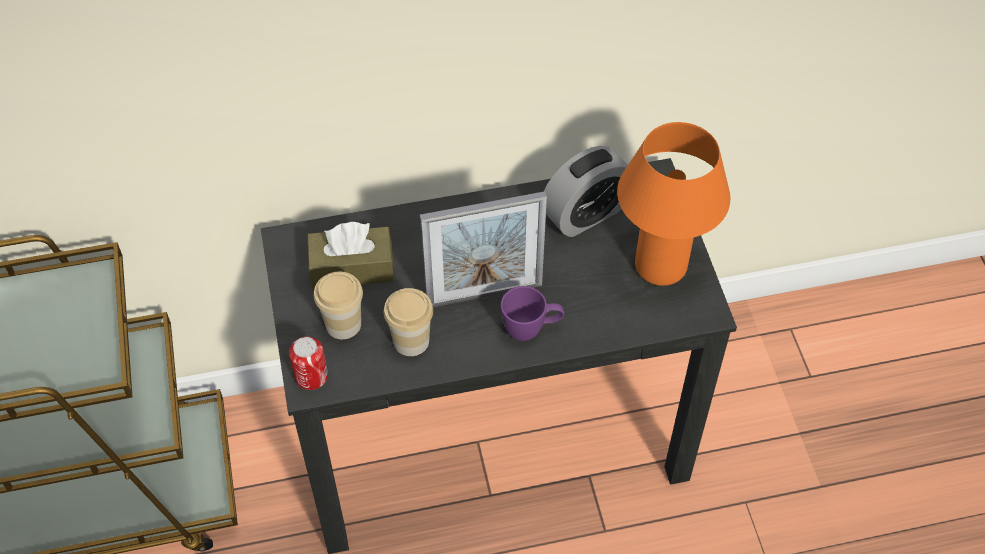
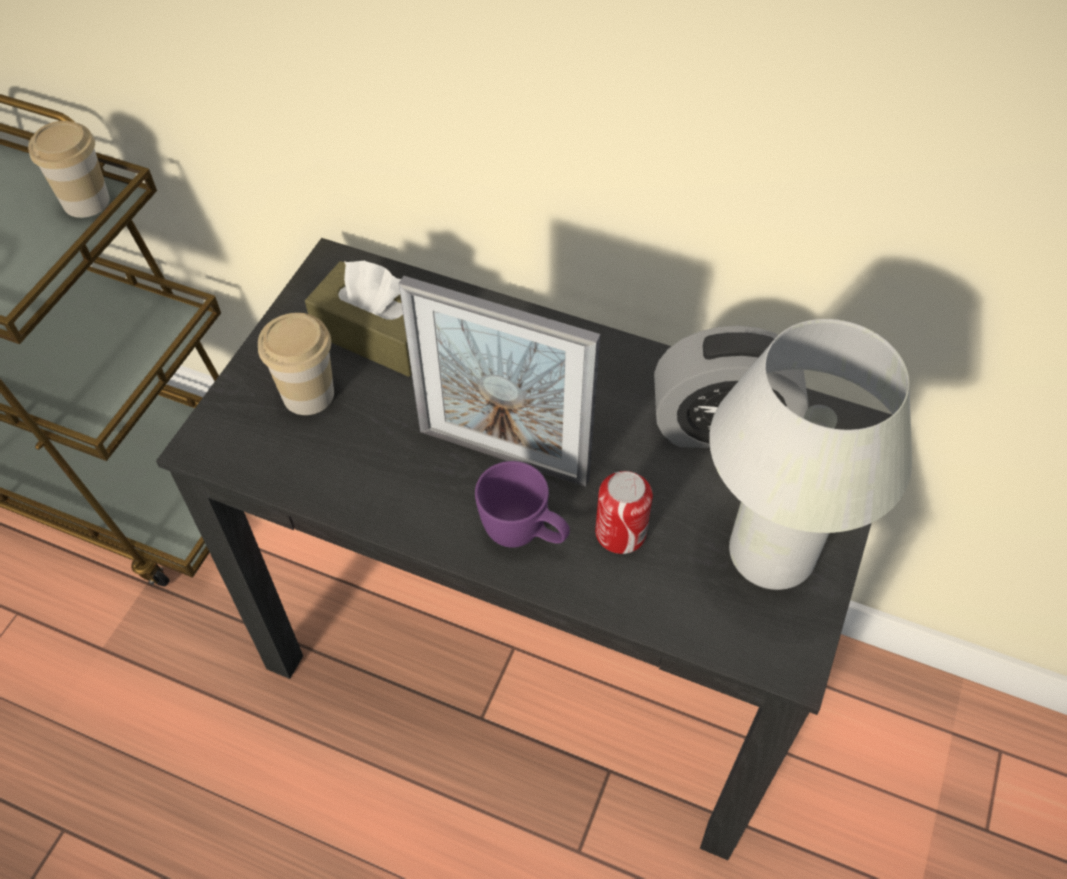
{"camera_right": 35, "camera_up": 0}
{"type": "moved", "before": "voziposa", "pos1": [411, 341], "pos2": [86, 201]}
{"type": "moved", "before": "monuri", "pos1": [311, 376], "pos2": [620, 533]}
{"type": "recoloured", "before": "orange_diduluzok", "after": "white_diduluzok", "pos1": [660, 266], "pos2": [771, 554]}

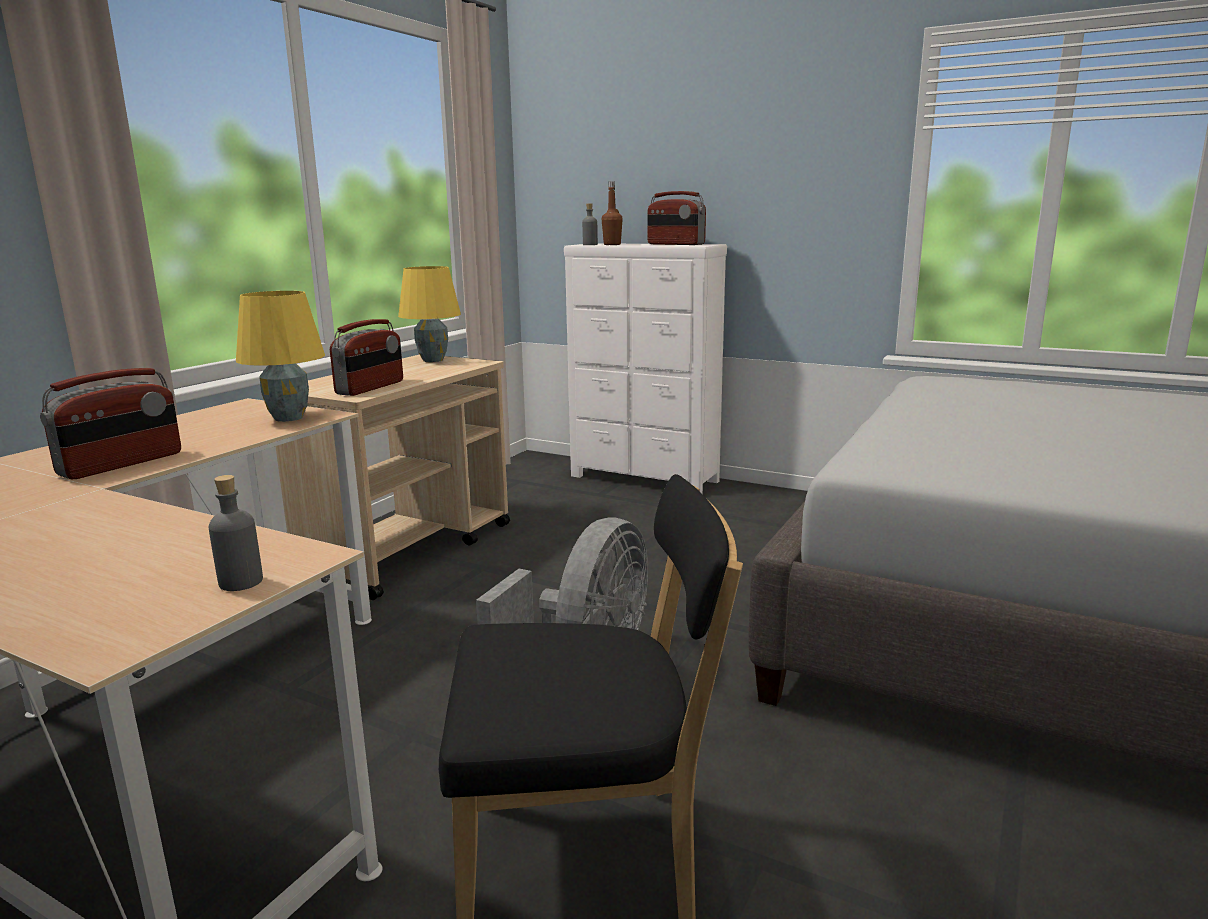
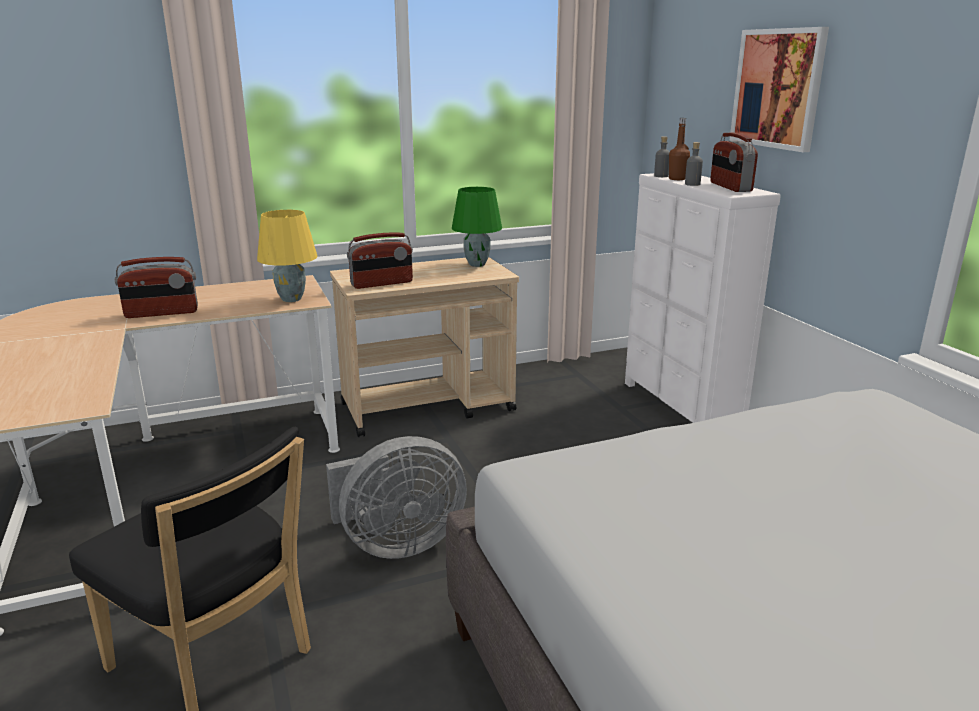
{"camera_right": 40, "camera_up": 5}
{"type": "recoloured", "before": "yellow_diduluzok", "after": "green_diduluzok", "pos1": [432, 360], "pos2": [476, 264]}
{"type": "moved", "before": "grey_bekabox", "pos1": [241, 582], "pos2": [692, 184]}
{"type": "added", "after": "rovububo", "pos2": [778, 88]}

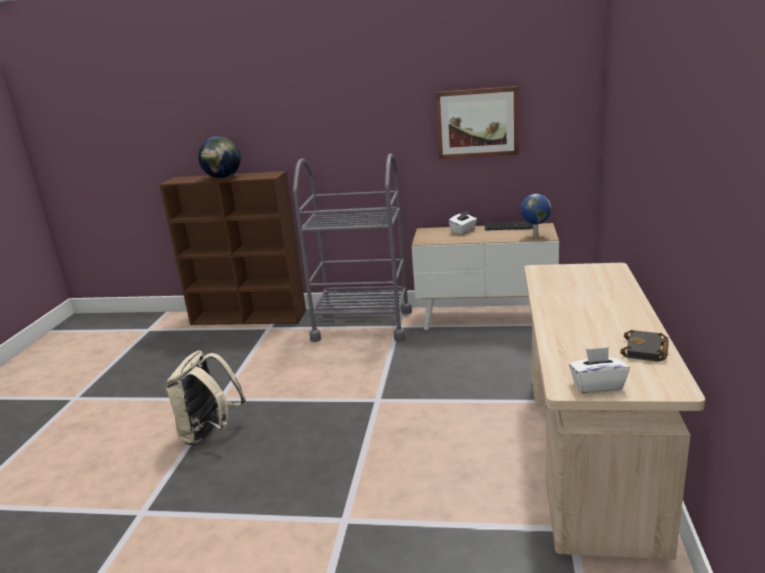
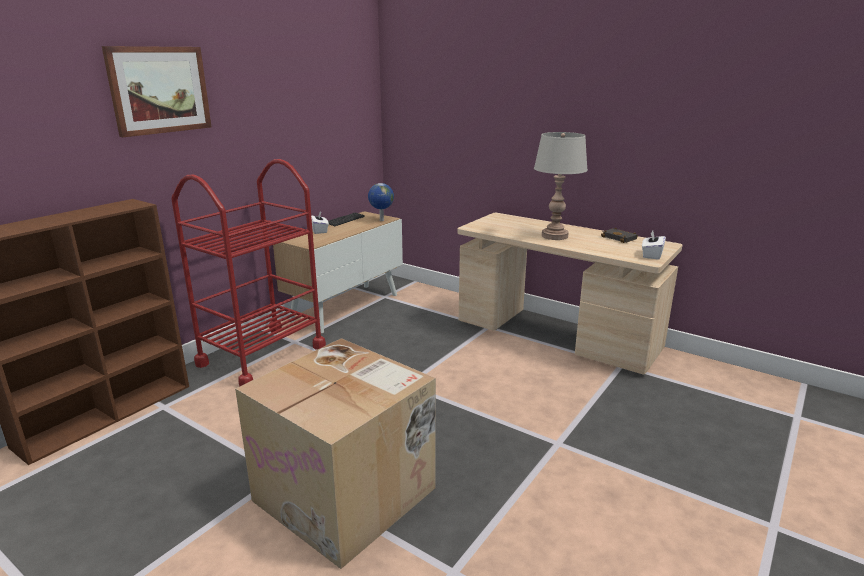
{"camera_right": -65, "camera_up": 0}
{"type": "moved", "before": "rovububo", "pos1": [477, 123], "pos2": [159, 90]}
{"type": "recoloured", "before": "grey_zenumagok", "after": "red_zenumagok", "pos1": [362, 325], "pos2": [262, 355]}
{"type": "replaced", "before": "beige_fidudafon", "after": "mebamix", "pos1": [210, 433], "pos2": [348, 494]}
{"type": "added", "after": "grey_diduluzok", "pos2": [554, 236]}
{"type": "removed", "before": "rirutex", "pos1": [223, 177]}

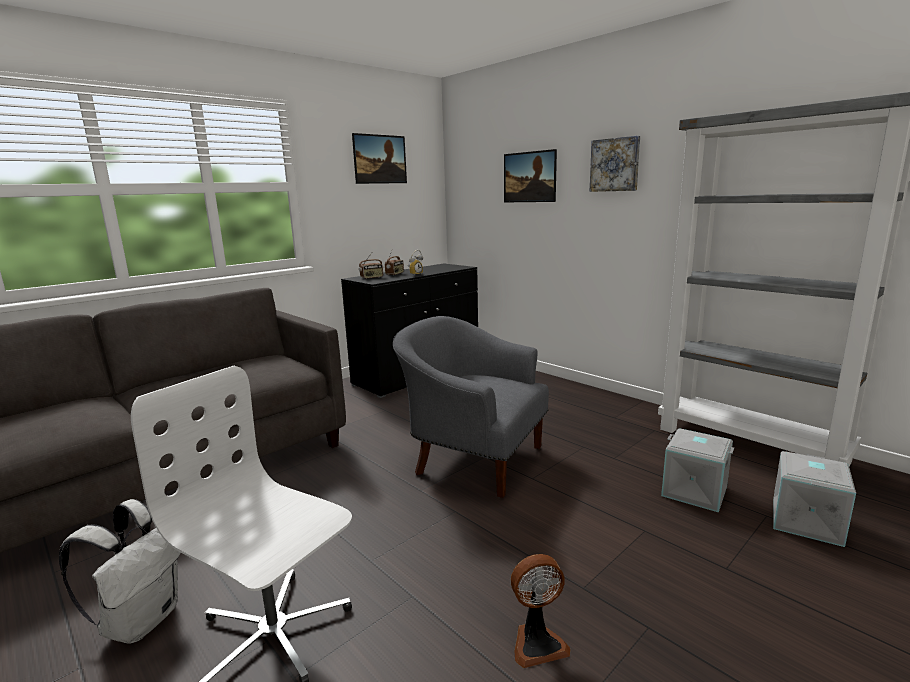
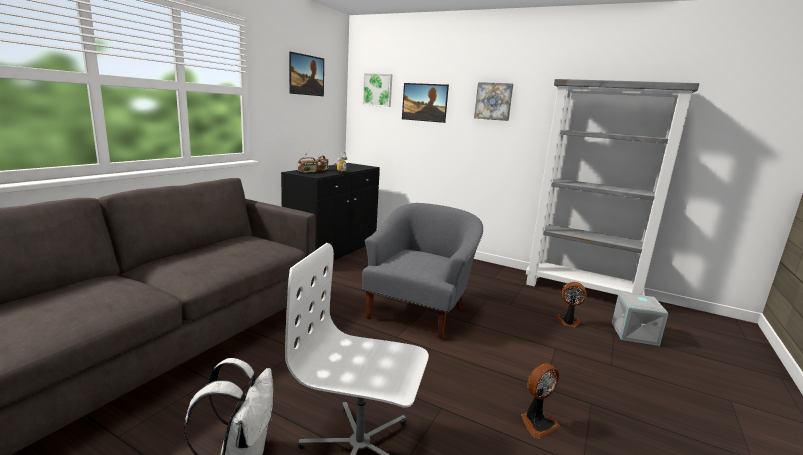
{"camera_right": -20, "camera_up": 0}
{"type": "turned", "before": "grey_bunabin", "pos1": [474, 459], "pos2": [419, 311], "turn": 105}
{"type": "added", "after": "rovububo", "pos2": [378, 90]}
{"type": "replaced", "before": "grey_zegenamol", "after": "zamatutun", "pos1": [693, 491], "pos2": [568, 322]}

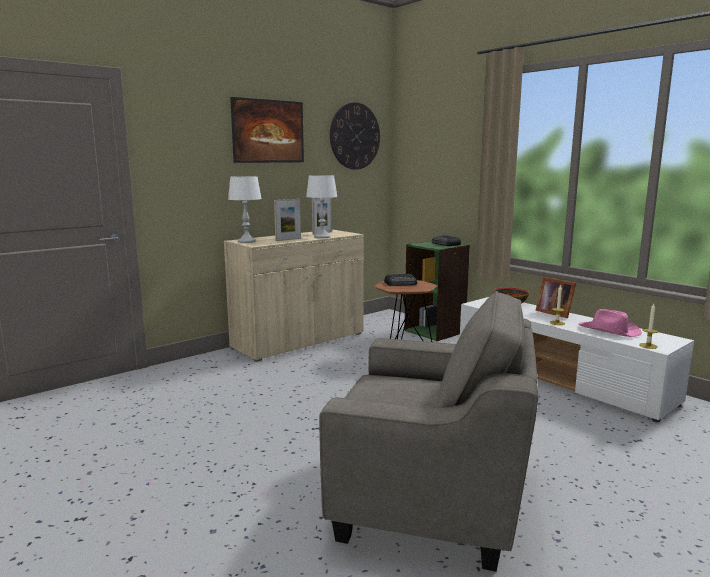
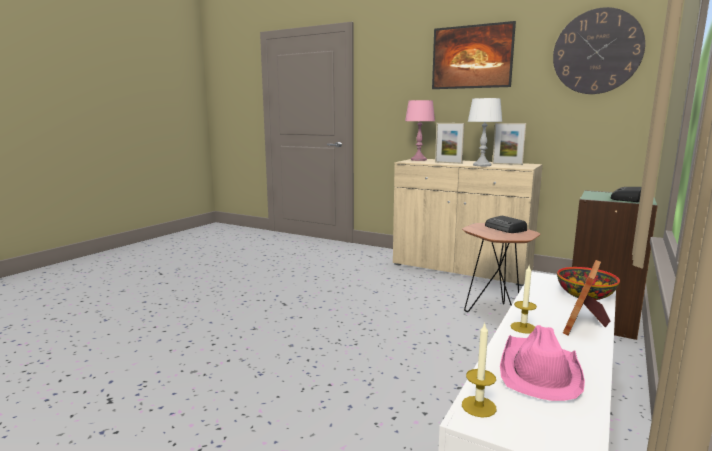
{"camera_right": 70, "camera_up": 0}
{"type": "recoloured", "before": "white_diduluzok", "after": "pink_diduluzok", "pos1": [247, 241], "pos2": [418, 160]}
{"type": "removed", "before": "grey_bunabin", "pos1": [430, 497]}

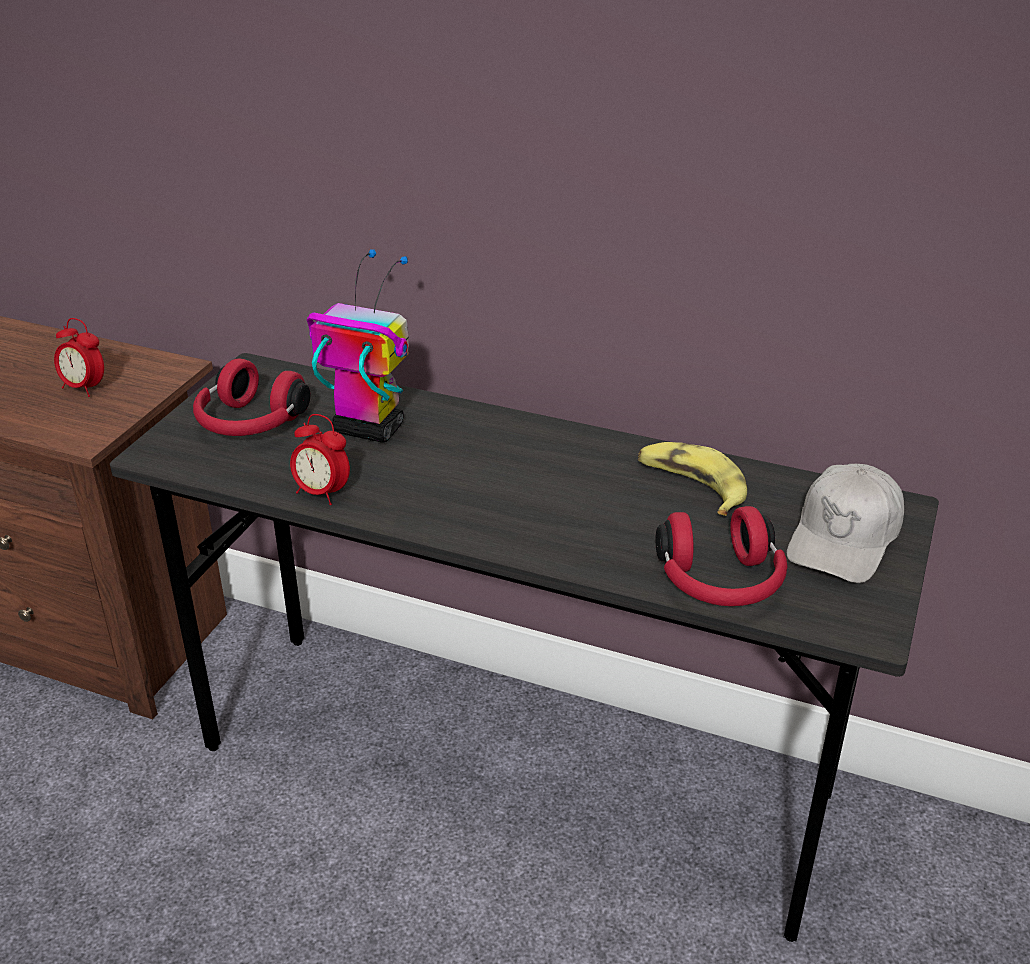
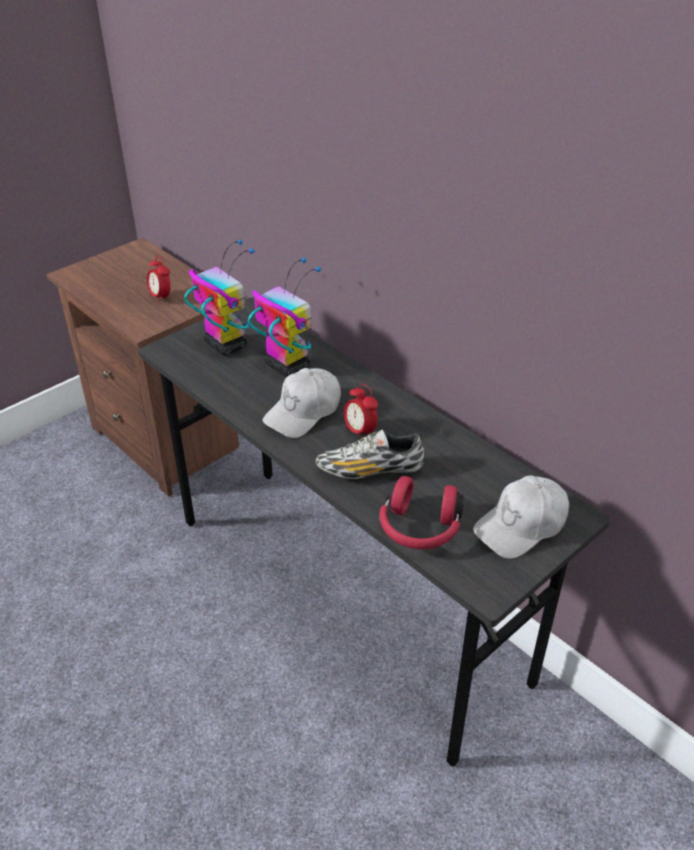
{"camera_right": 25, "camera_up": 5}
{"type": "replaced", "before": "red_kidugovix", "after": "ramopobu", "pos1": [249, 424], "pos2": [225, 345]}
{"type": "added", "after": "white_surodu", "pos2": [304, 412]}
{"type": "added", "after": "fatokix", "pos2": [369, 470]}
{"type": "moved", "before": "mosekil", "pos1": [322, 493], "pos2": [360, 432]}
{"type": "removed", "before": "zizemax", "pos1": [691, 487]}

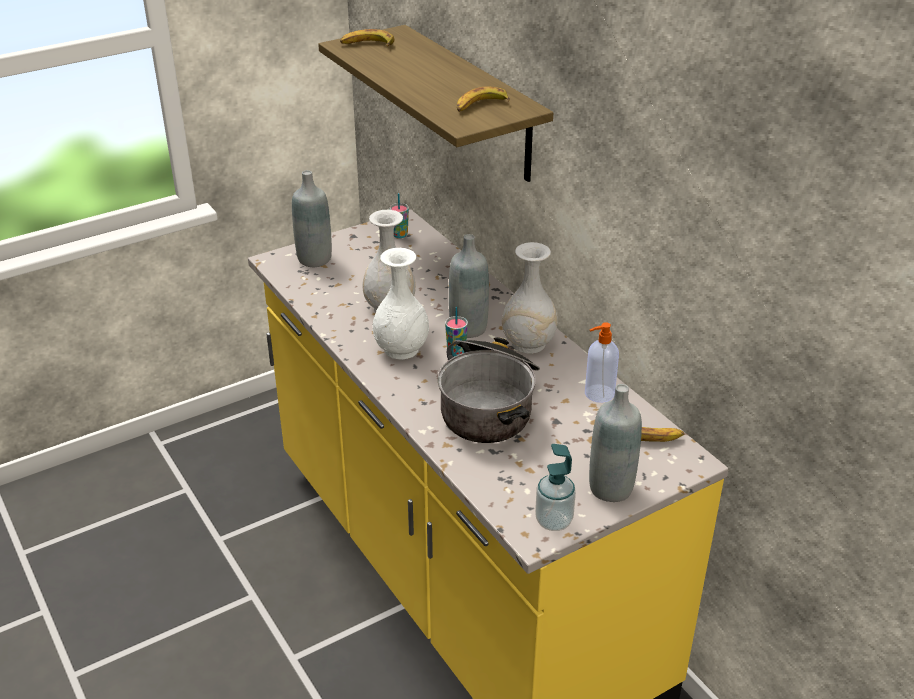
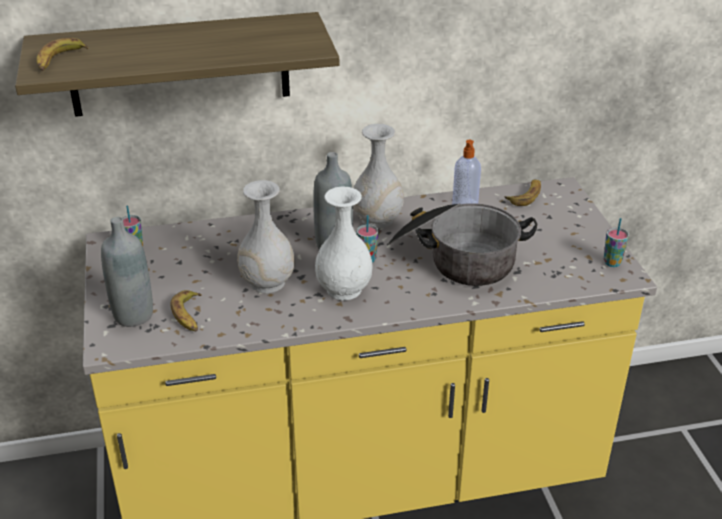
{"camera_right": -70, "camera_up": 0}
{"type": "moved", "before": "zizemax", "pos1": [480, 106], "pos2": [189, 316]}
{"type": "replaced", "before": "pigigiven", "after": "voziposa", "pos1": [553, 521], "pos2": [612, 263]}
{"type": "removed", "before": "grey_bekabox", "pos1": [610, 488]}

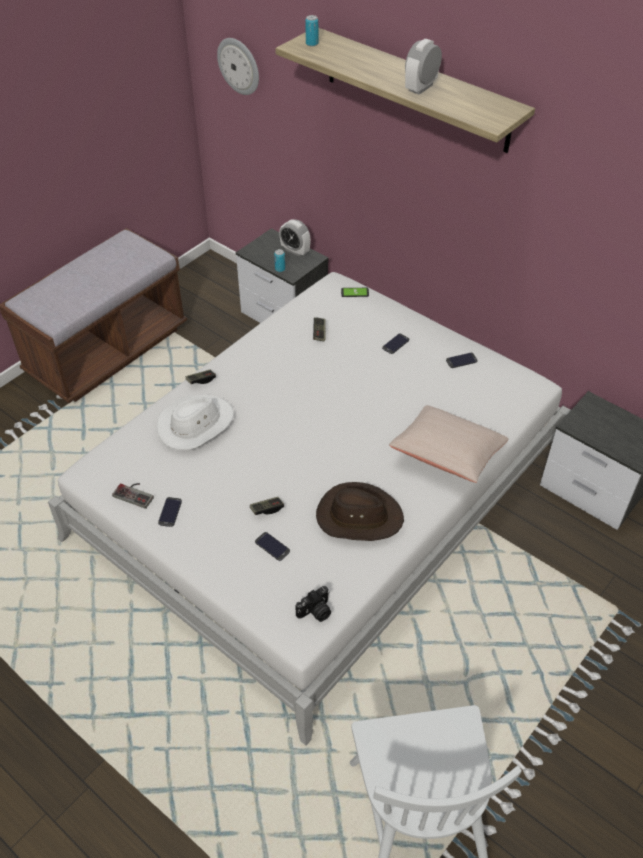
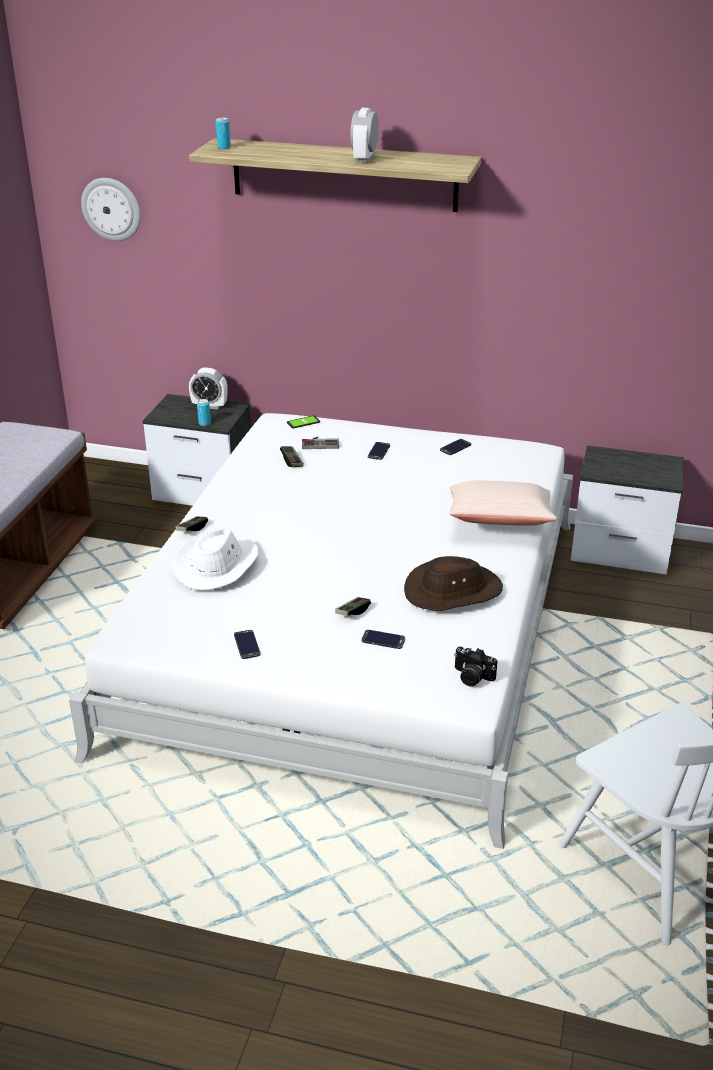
{"camera_right": -25, "camera_up": -15}
{"type": "moved", "before": "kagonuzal", "pos1": [135, 493], "pos2": [320, 443]}
{"type": "turned", "before": "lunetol", "pos1": [315, 612], "pos2": [472, 677], "turn": 90}

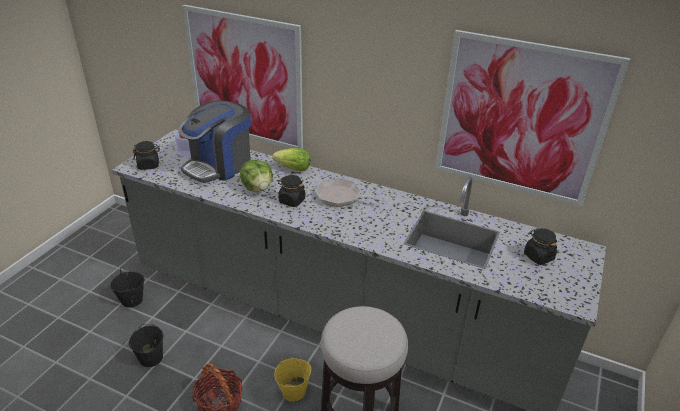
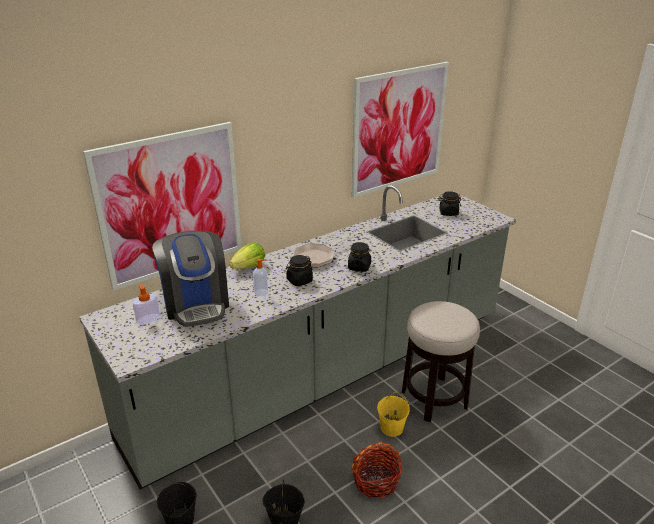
{"camera_right": -60, "camera_up": -5}
{"type": "replaced", "before": "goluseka", "after": "pigigiven", "pos1": [258, 188], "pos2": [261, 292]}
{"type": "moved", "before": "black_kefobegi", "pos1": [148, 165], "pos2": [359, 267]}

